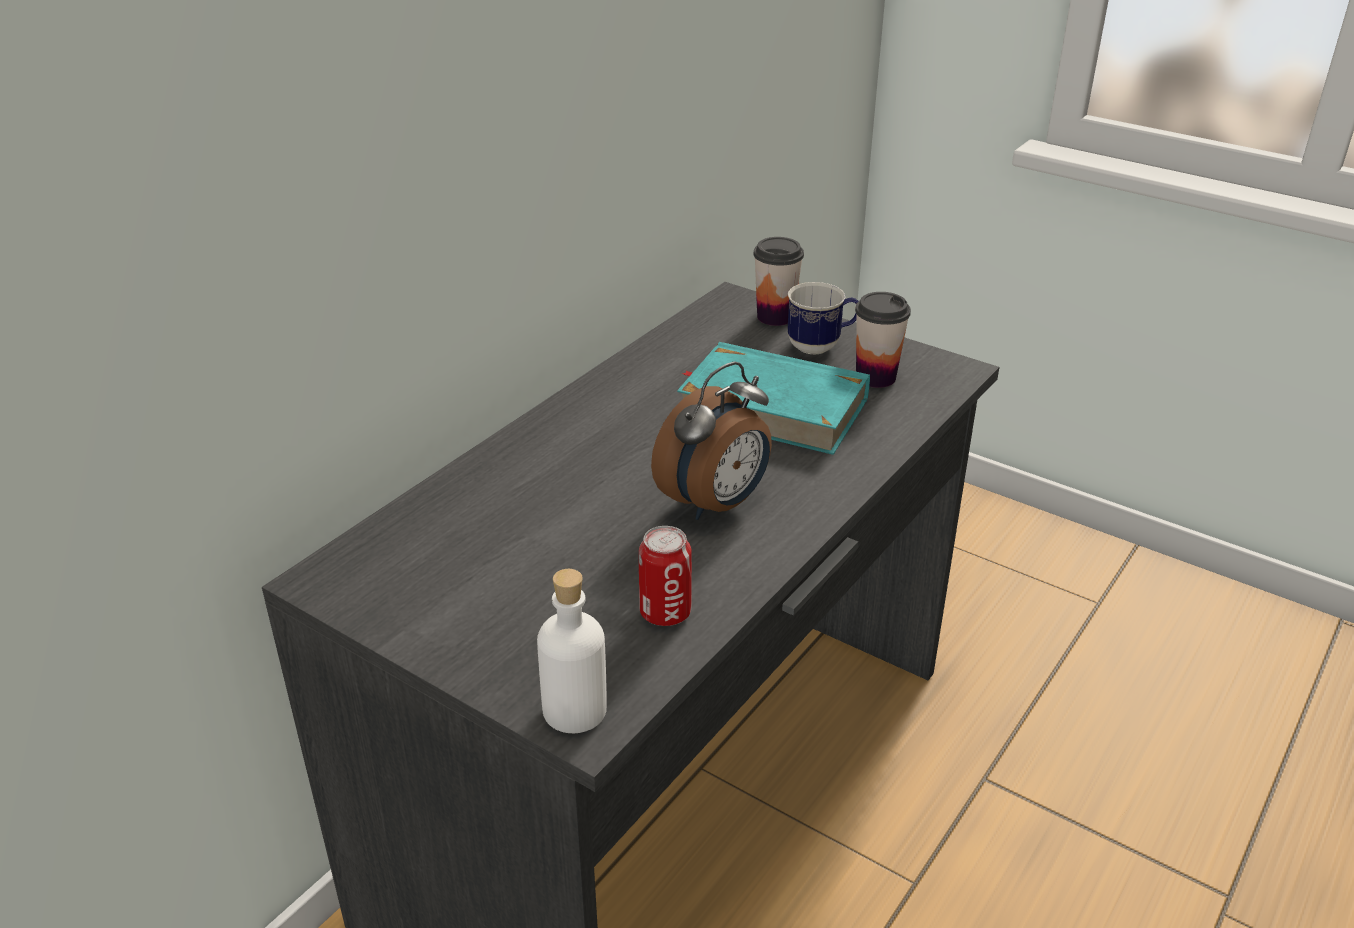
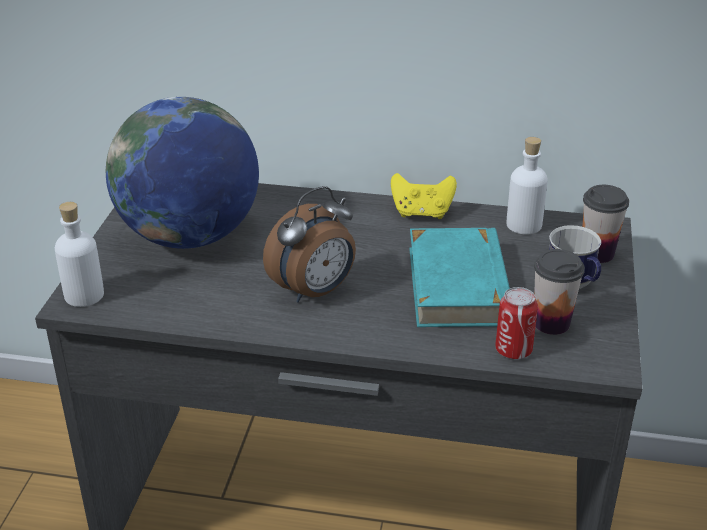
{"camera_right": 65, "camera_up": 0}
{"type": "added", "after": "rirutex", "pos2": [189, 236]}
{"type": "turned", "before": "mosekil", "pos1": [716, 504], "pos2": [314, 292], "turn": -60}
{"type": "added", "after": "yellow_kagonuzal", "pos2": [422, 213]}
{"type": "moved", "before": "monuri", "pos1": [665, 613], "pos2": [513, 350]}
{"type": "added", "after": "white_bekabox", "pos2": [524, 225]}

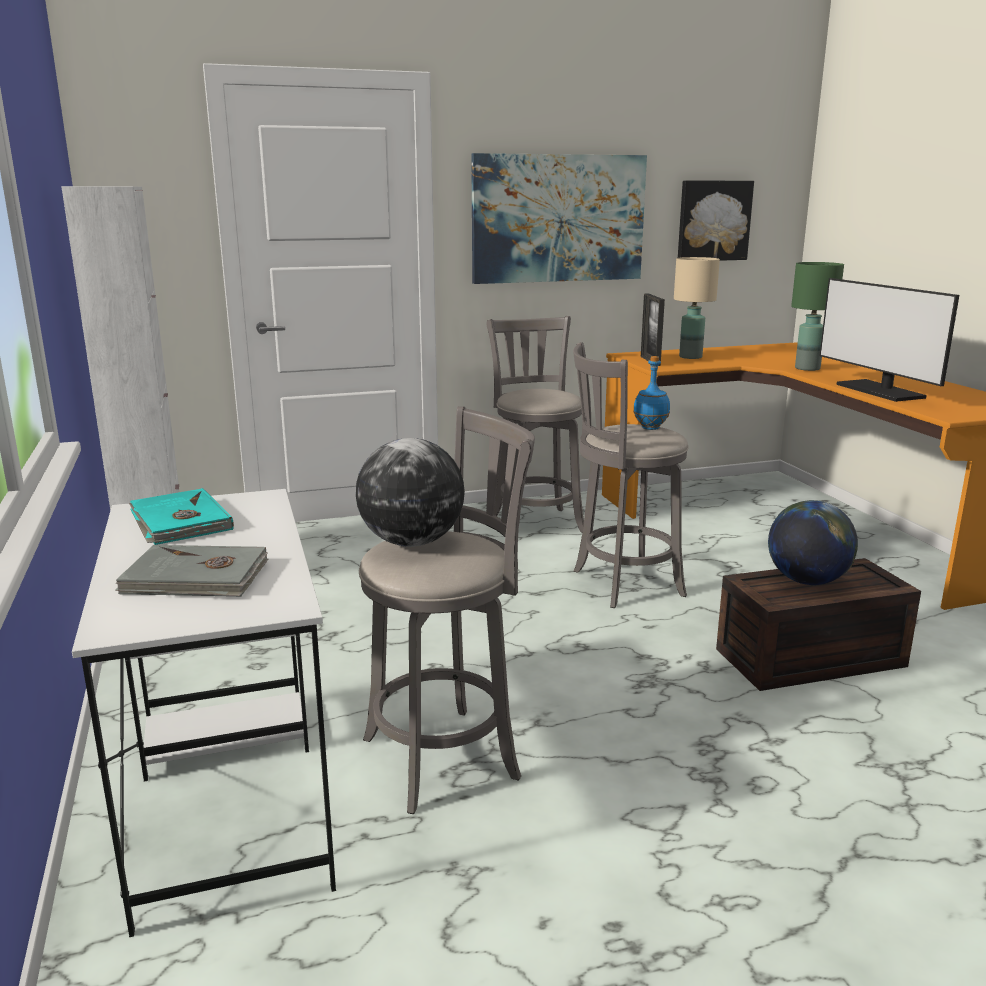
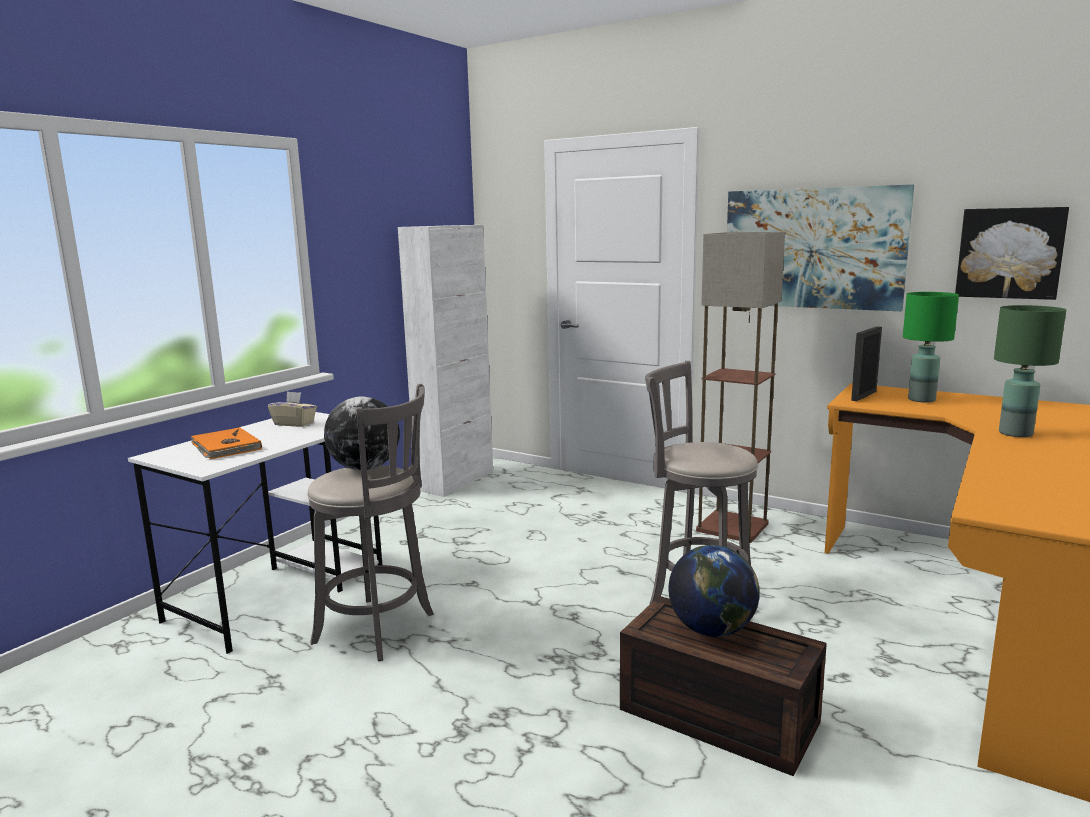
{"camera_right": 50, "camera_up": -5}
{"type": "recoloured", "before": "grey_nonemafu", "after": "orange_nonemafu", "pos1": [196, 578], "pos2": [225, 447]}
{"type": "replaced", "before": "turquoise_nonemafu", "after": "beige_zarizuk", "pos1": [179, 522], "pos2": [294, 423]}
{"type": "replaced", "before": "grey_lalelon", "after": "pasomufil", "pos1": [535, 522], "pos2": [733, 527]}
{"type": "recoloured", "before": "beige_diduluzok", "after": "green_diduluzok", "pos1": [690, 357], "pos2": [920, 400]}
{"type": "removed", "before": "blue_bekabox", "pos1": [650, 428]}
{"type": "removed", "before": "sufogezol", "pos1": [879, 391]}

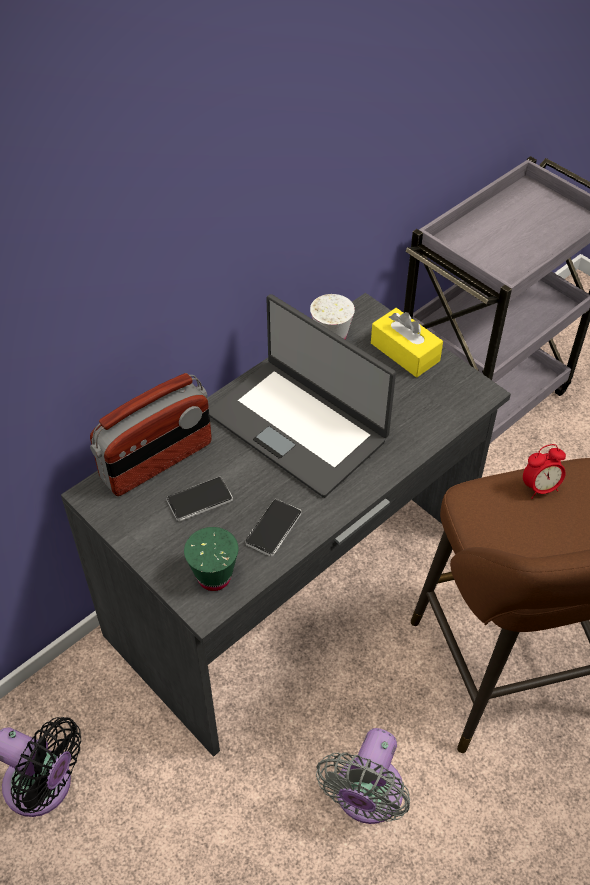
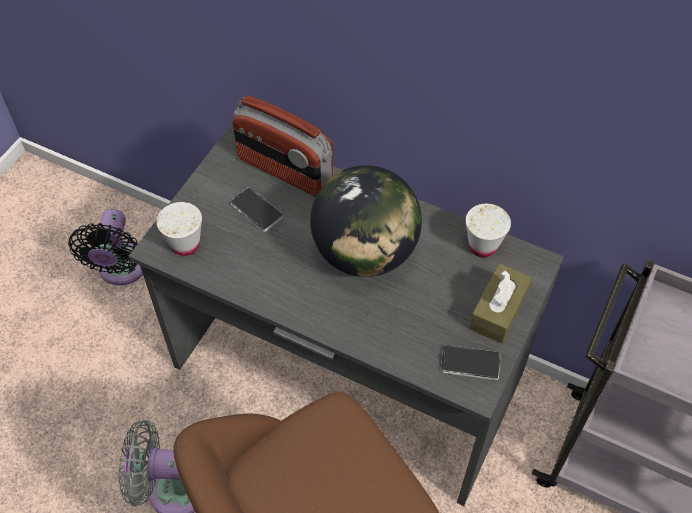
{"camera_right": 70, "camera_up": 5}
{"type": "recoloured", "before": "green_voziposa", "after": "white_voziposa", "pos1": [214, 577], "pos2": [185, 245]}
{"type": "replaced", "before": "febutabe", "after": "rirutex", "pos1": [298, 426], "pos2": [364, 253]}
{"type": "moved", "before": "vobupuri", "pos1": [273, 528], "pos2": [470, 363]}
{"type": "recoloured", "before": "yellow_zarizuk", "after": "brown_zarizuk", "pos1": [405, 352], "pos2": [498, 310]}
{"type": "removed", "before": "mosekil", "pos1": [540, 488]}

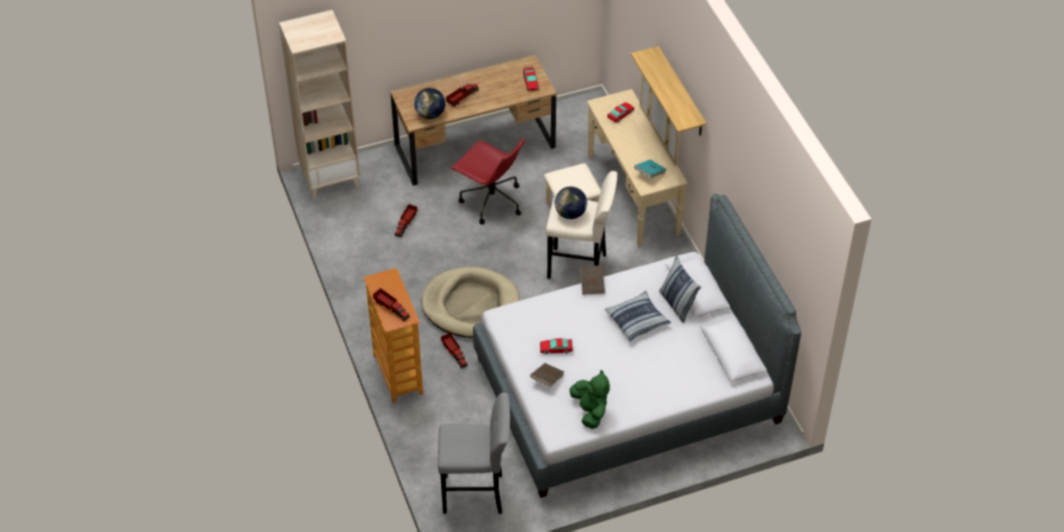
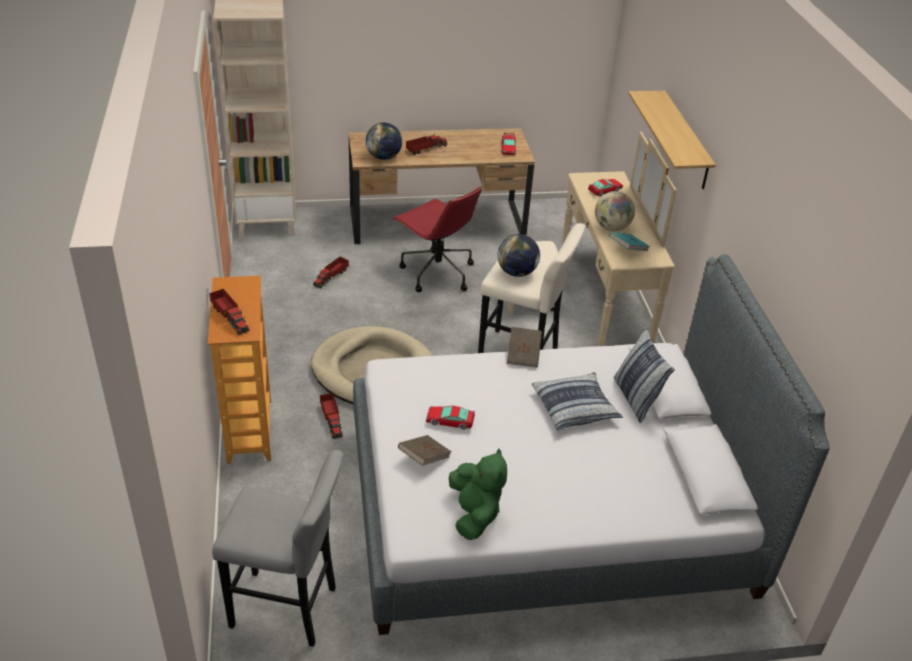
{"camera_right": 10, "camera_up": -10}
{"type": "added", "after": "rirutex", "pos2": [611, 227]}

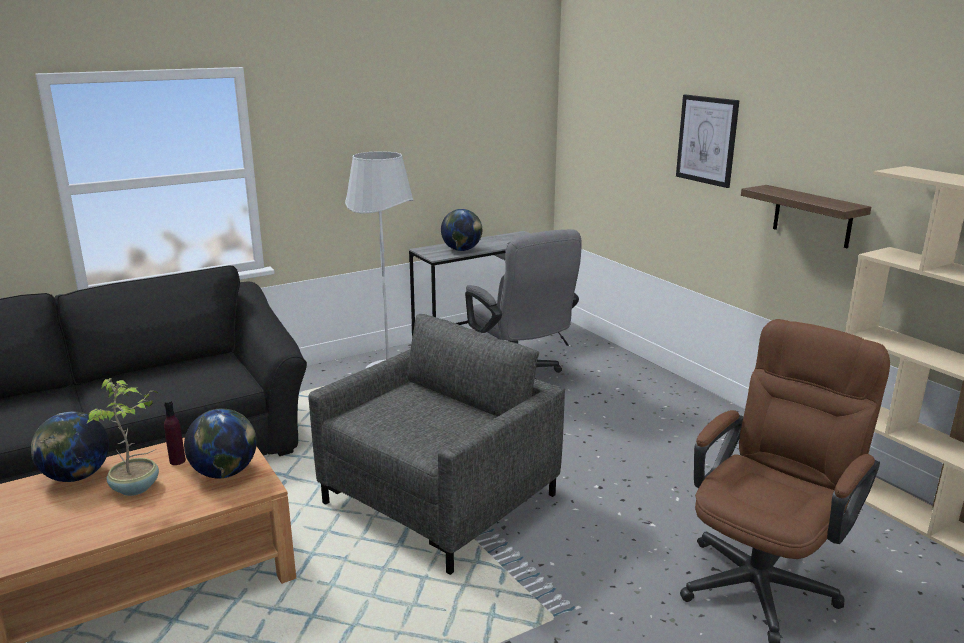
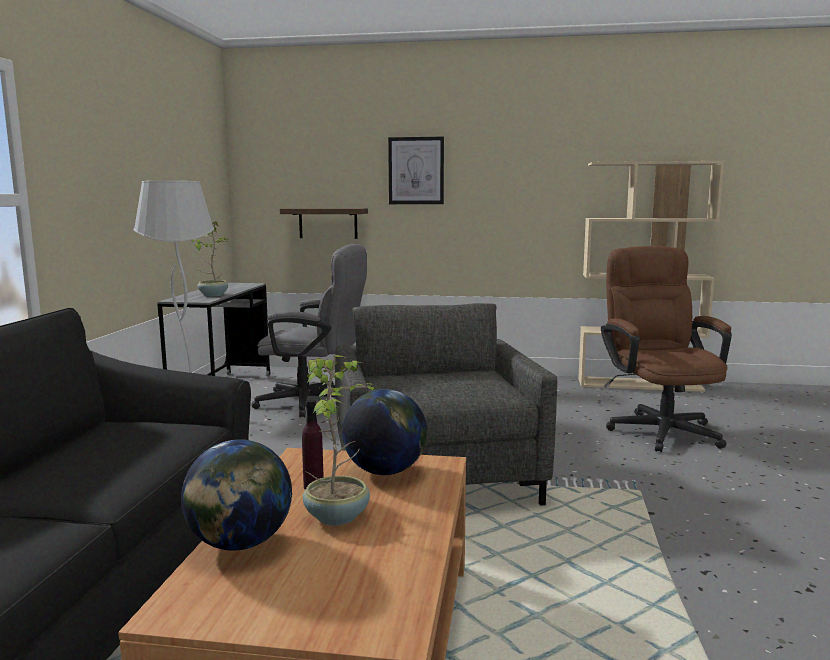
{"camera_right": -50, "camera_up": -10}
{"type": "replaced", "before": "rirutex", "after": "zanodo", "pos1": [461, 250], "pos2": [212, 295]}
{"type": "moved", "before": "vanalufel", "pos1": [812, 216], "pos2": [328, 223]}

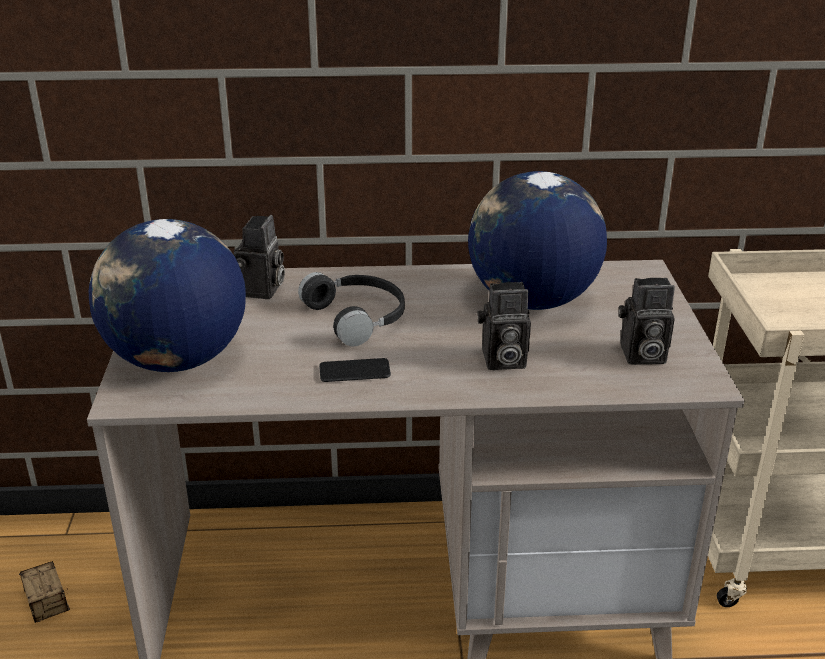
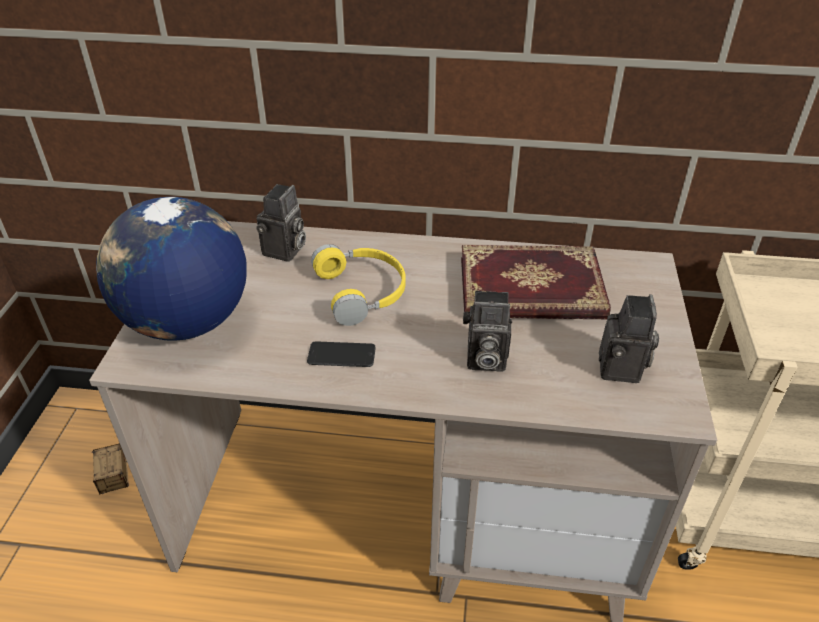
{"camera_right": 10, "camera_up": 10}
{"type": "recoloured", "before": "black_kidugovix", "after": "yellow_kidugovix", "pos1": [359, 317], "pos2": [363, 291]}
{"type": "replaced", "before": "rirutex", "after": "nonemafu", "pos1": [531, 301], "pos2": [531, 290]}
{"type": "turned", "before": "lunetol", "pos1": [641, 356], "pos2": [622, 370], "turn": -90}

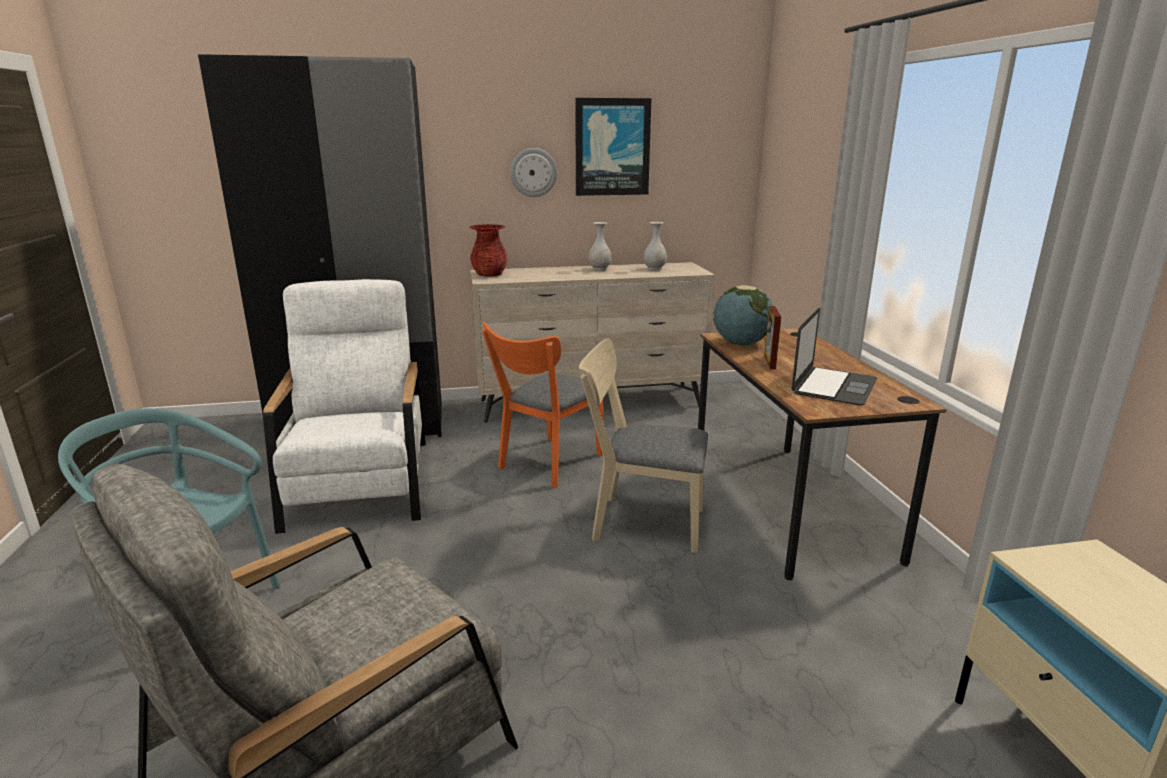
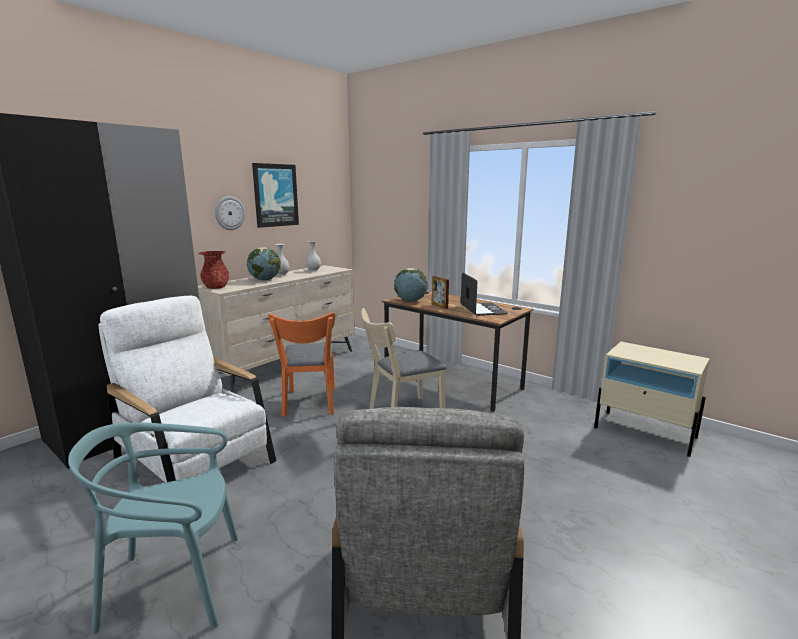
{"camera_right": -40, "camera_up": -5}
{"type": "added", "after": "rirutex", "pos2": [265, 279]}

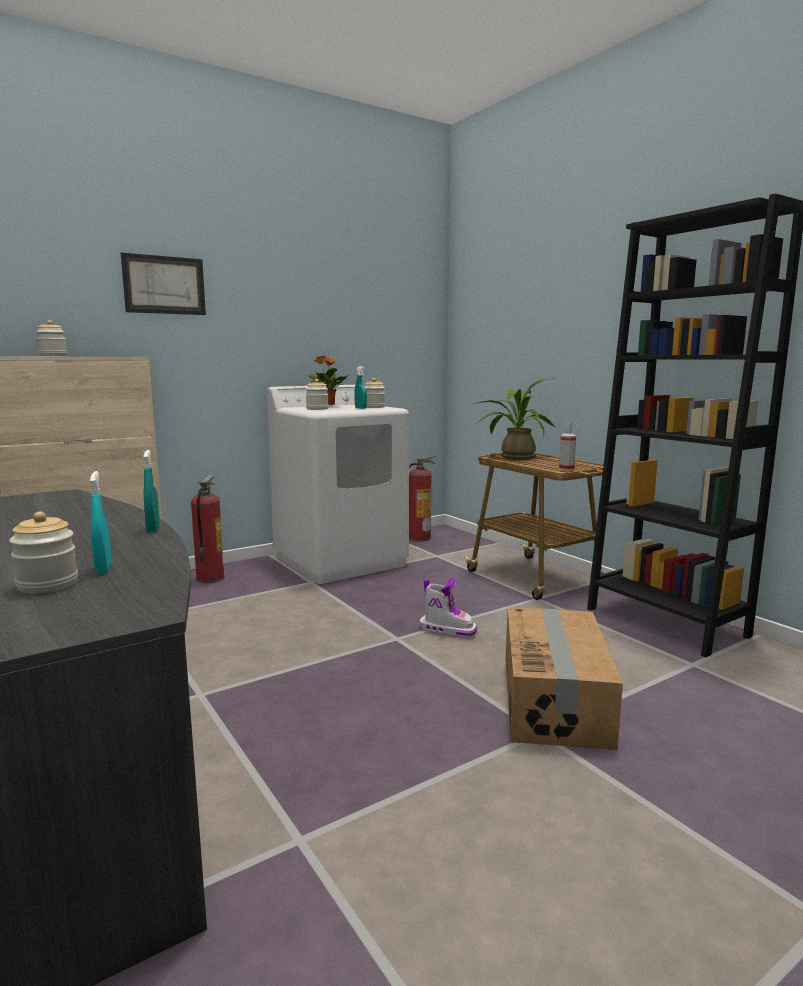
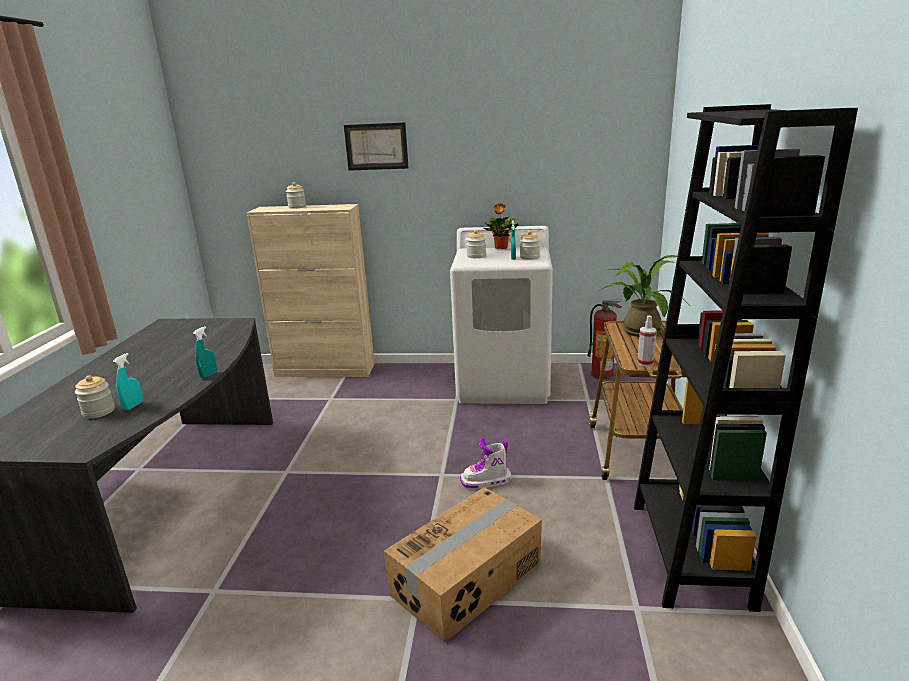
{"camera_right": 40, "camera_up": 10}
{"type": "turned", "before": "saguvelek", "pos1": [447, 630], "pos2": [486, 481], "turn": 105}
{"type": "removed", "before": "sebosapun", "pos1": [210, 578]}

